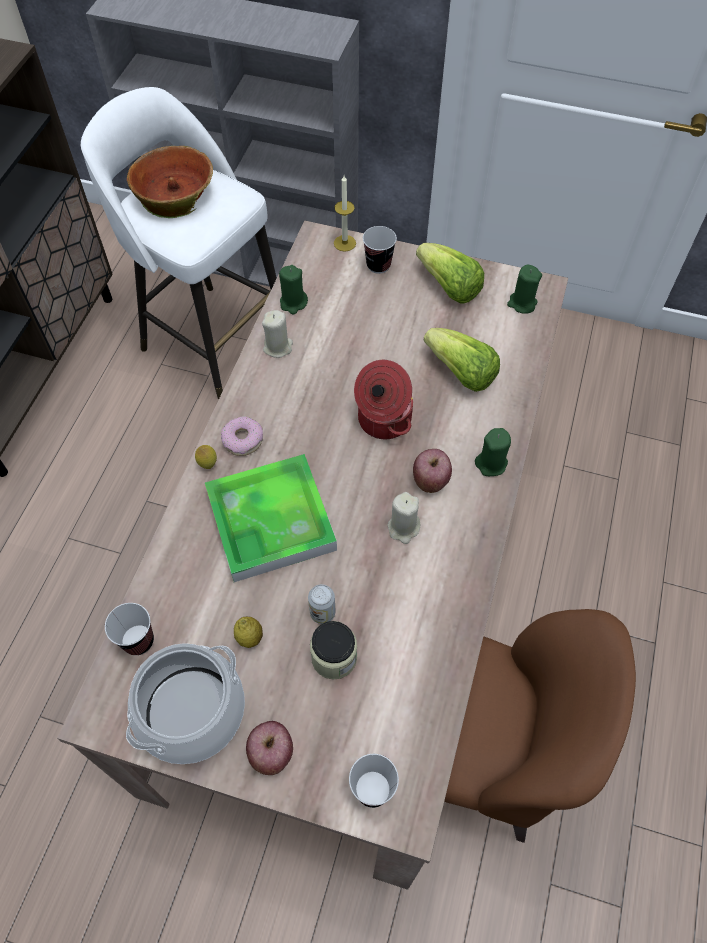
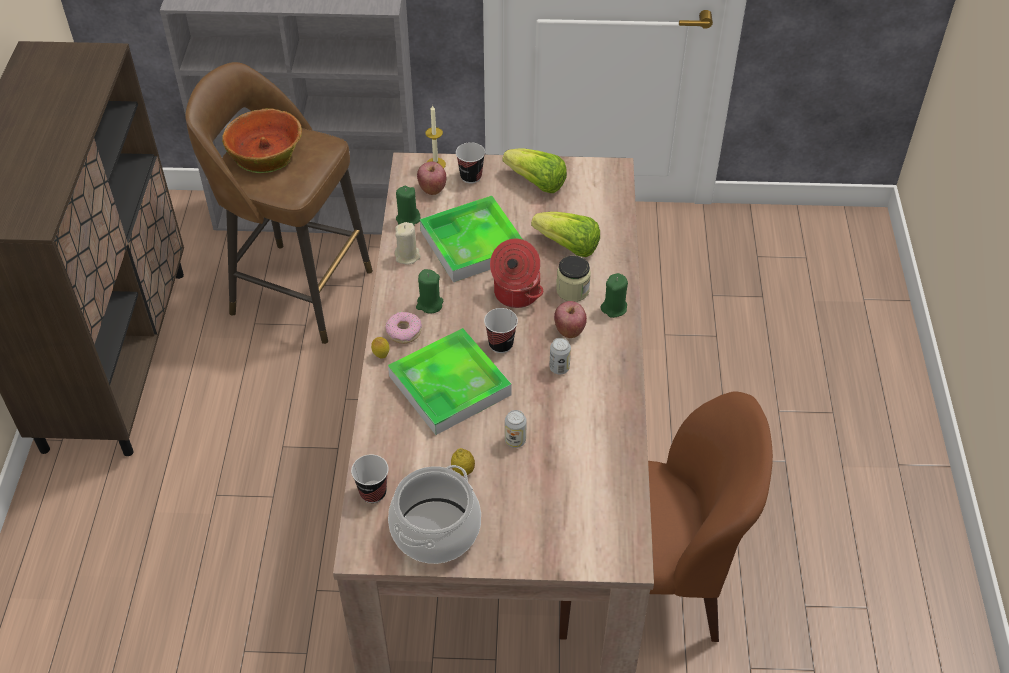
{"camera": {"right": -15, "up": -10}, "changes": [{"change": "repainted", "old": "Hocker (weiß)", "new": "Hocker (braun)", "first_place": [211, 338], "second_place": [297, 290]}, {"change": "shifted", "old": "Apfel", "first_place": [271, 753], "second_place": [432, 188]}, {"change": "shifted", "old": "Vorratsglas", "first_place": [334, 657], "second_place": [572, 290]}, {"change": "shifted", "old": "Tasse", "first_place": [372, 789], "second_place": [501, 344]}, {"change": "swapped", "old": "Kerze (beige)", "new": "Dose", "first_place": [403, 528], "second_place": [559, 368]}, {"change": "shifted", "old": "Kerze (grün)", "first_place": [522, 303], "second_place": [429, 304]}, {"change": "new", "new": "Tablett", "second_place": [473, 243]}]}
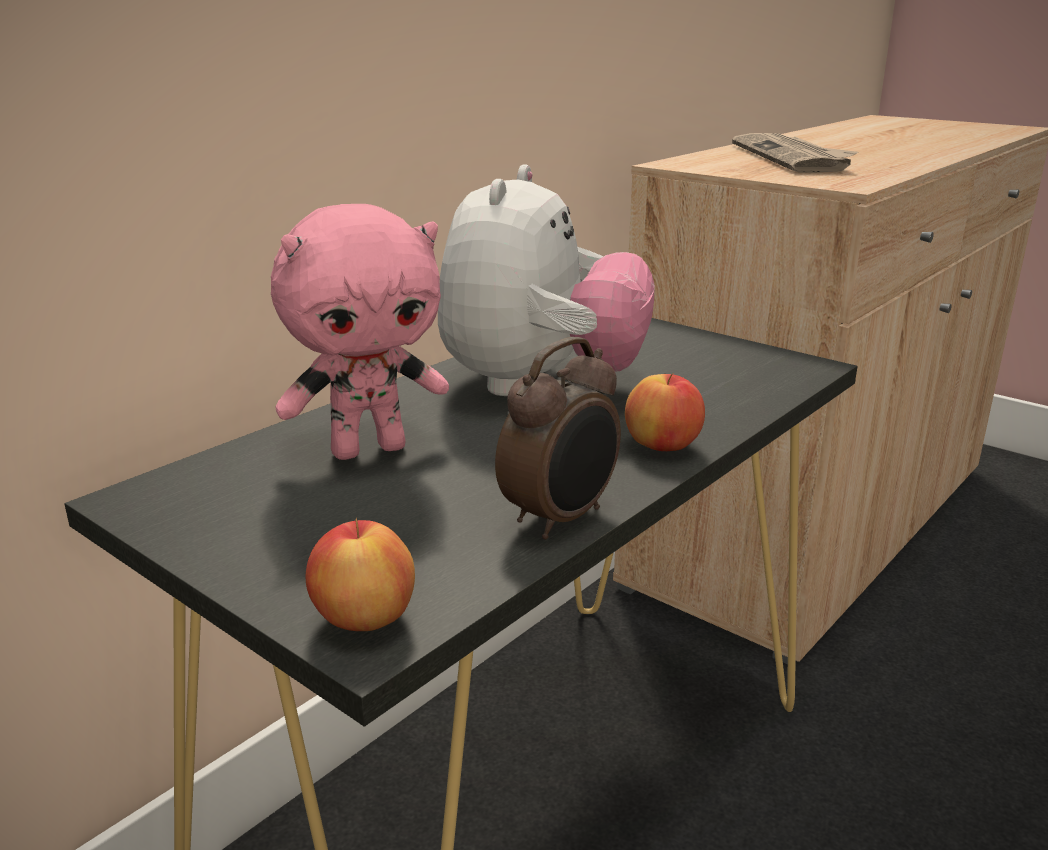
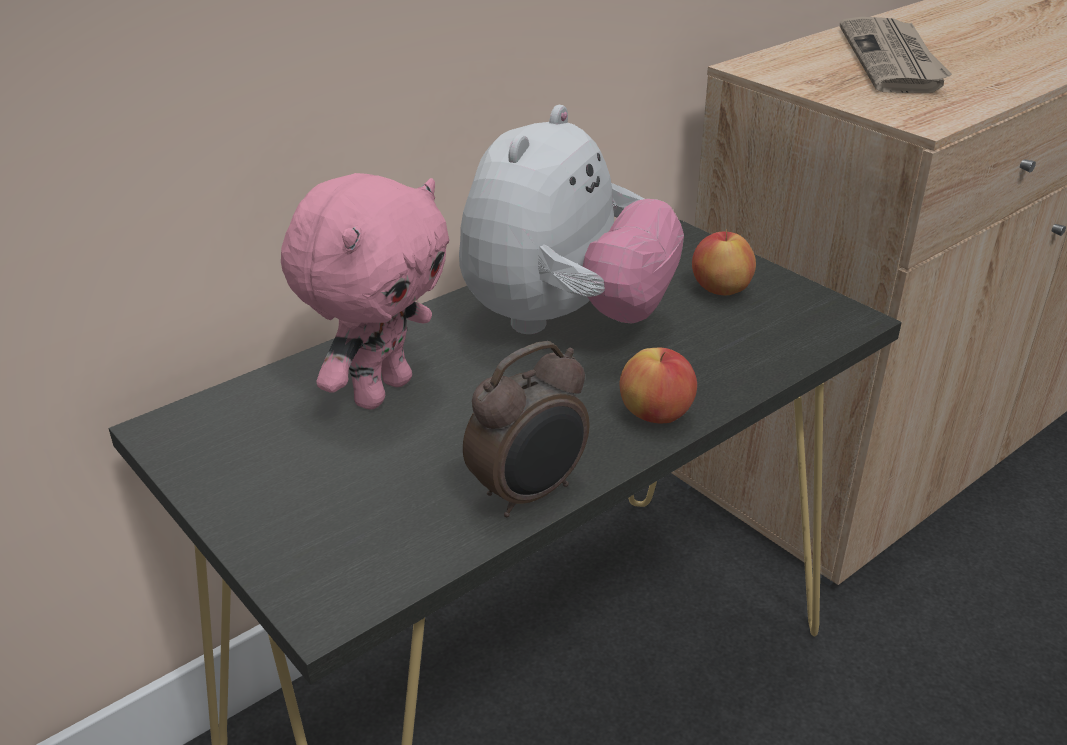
{"camera": {"right": 10, "up": 10}, "changes": [{"change": "rotated", "old": "Plüschtier (rosa)", "first_place": [369, 449], "second_place": [380, 391], "degrees": -45}, {"change": "shifted", "old": "Apfel", "first_place": [364, 618], "second_place": [720, 289]}]}
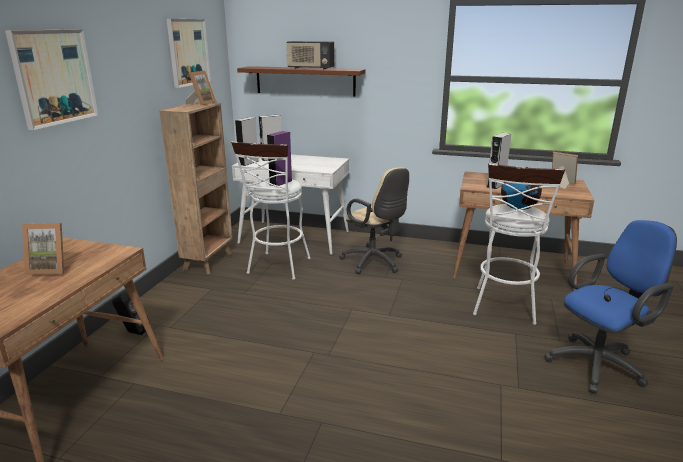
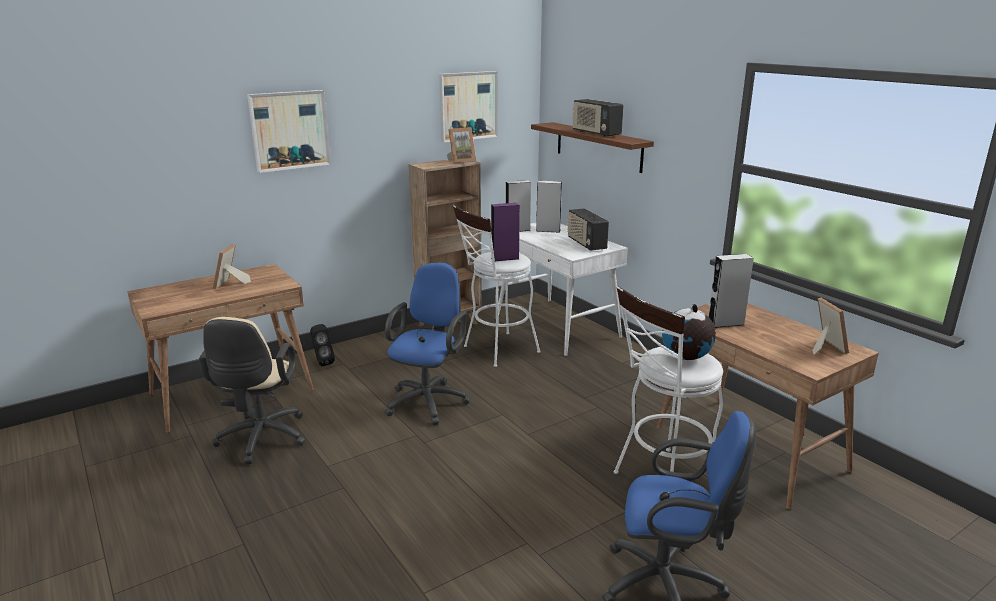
{"camera": {"right": 40, "up": 0}, "changes": [{"change": "rotated", "old": "Bilderrahmen", "first_place": [50, 268], "second_place": [231, 284], "degrees": 60}, {"change": "shifted", "old": "Bürostuhl (beige)", "first_place": [375, 263], "second_place": [261, 440]}, {"change": "new", "new": "Bürostuhl (blau)", "second_place": [429, 400]}, {"change": "new", "new": "Radio", "second_place": [586, 244]}]}
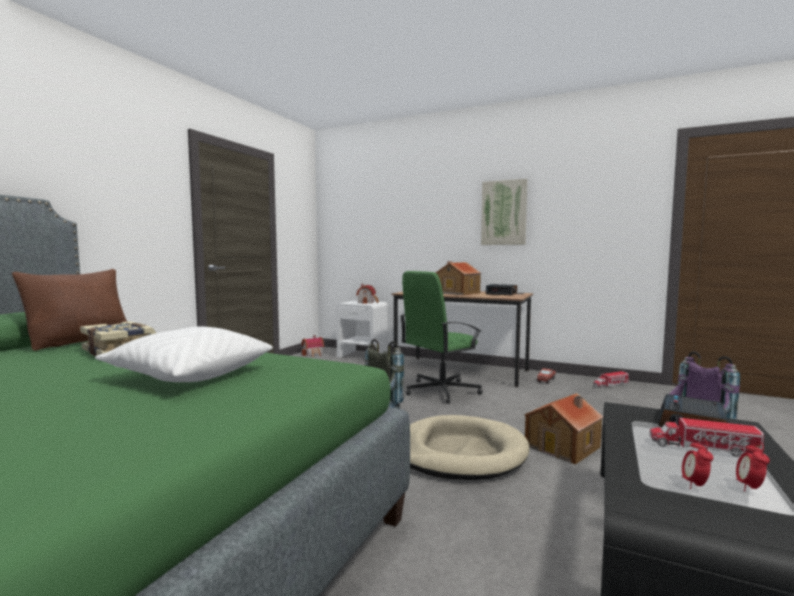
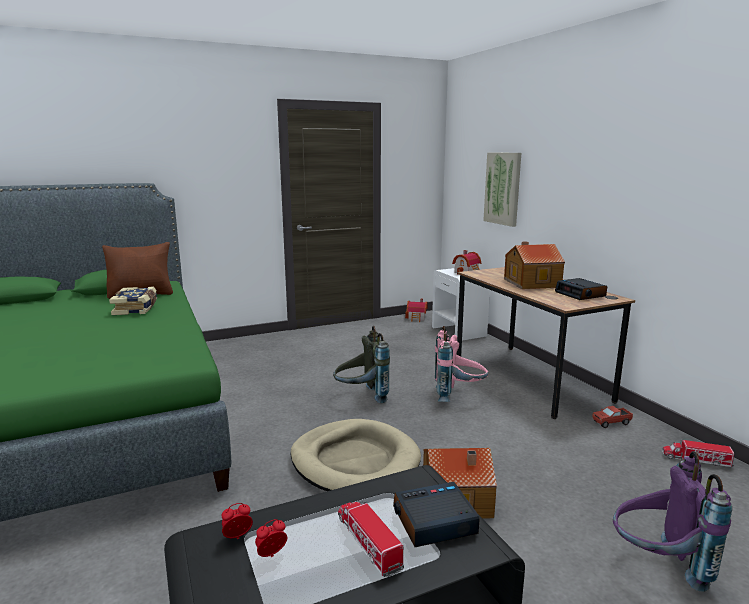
{"camera": {"right": 40, "up": 10}, "changes": [{"change": "gone", "old": "Kissen (weiß)", "first_place": [189, 375]}, {"change": "swapped", "old": "Bürostuhl (grün)", "new": "Rucksack (rosa)", "first_place": [440, 391], "second_place": [458, 395]}, {"change": "shifted", "old": "Bild", "first_place": [504, 213], "second_place": [503, 188]}, {"change": "shifted", "old": "Wecker", "first_place": [749, 487], "second_place": [237, 537]}]}
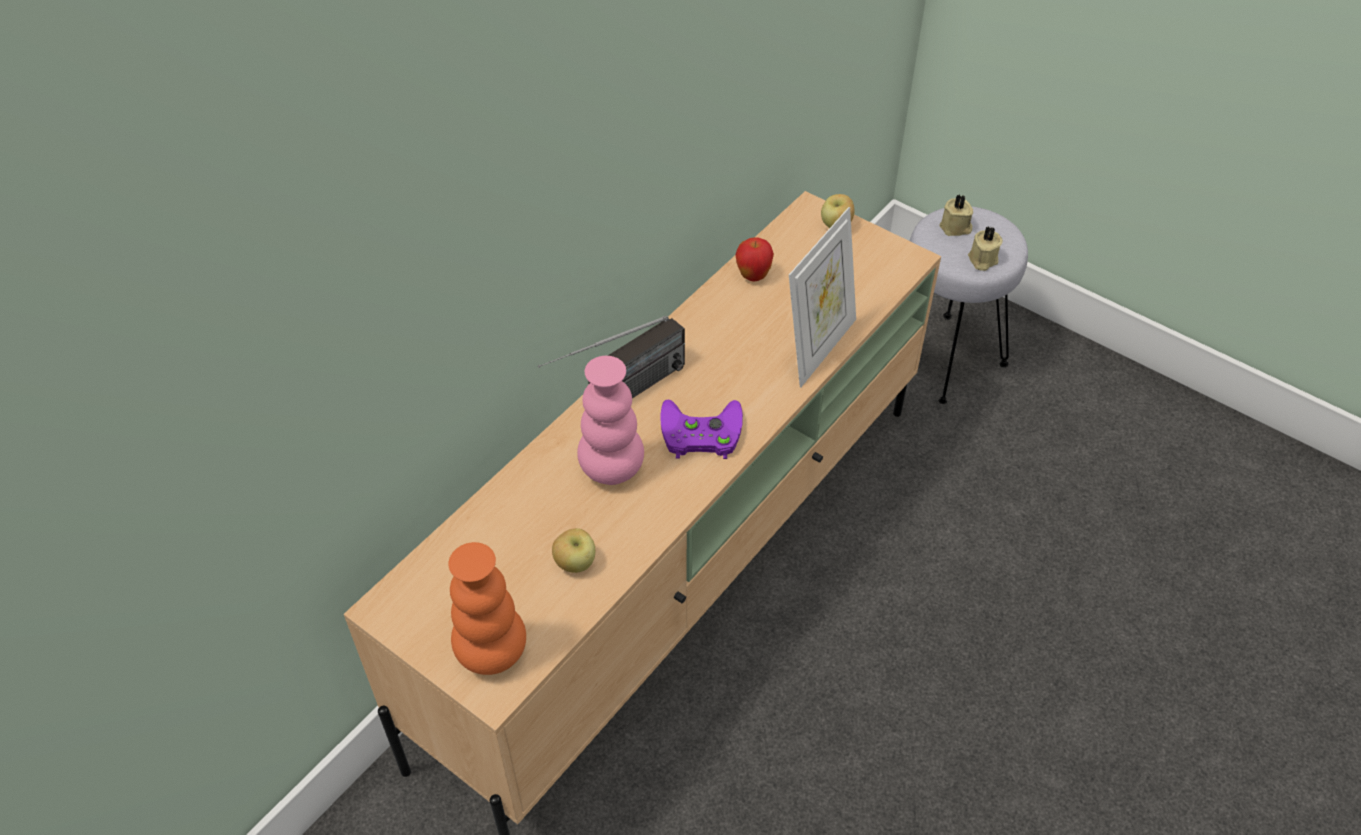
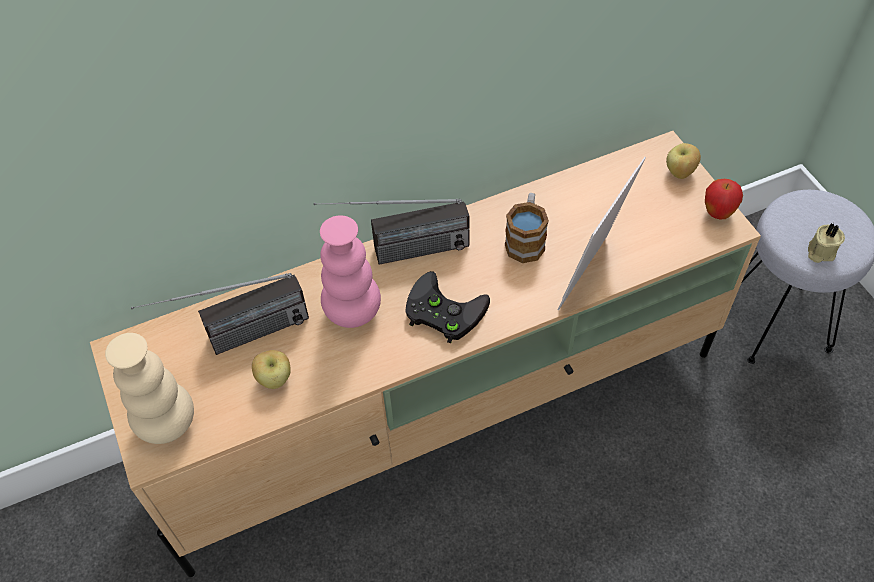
{"camera": {"right": 30, "up": 5}, "changes": [{"change": "repainted", "old": "Vase (orange)", "new": "Vase (beige)", "first_place": [492, 653], "second_place": [167, 424]}, {"change": "repainted", "old": "Gamepad (lila)", "new": "Gamepad (schwarz)", "first_place": [698, 434], "second_place": [441, 311]}, {"change": "shifted", "old": "Apfel", "first_place": [753, 276], "second_place": [717, 213]}, {"change": "rotated", "old": "Bilderrahmen", "first_place": [818, 348], "second_place": [592, 277], "degrees": 150}, {"change": "gone", "old": "Kerze (beige)", "first_place": [956, 228]}, {"change": "new", "new": "Radio", "second_place": [234, 339]}, {"change": "new", "new": "Henkelbecher", "second_place": [526, 239]}]}
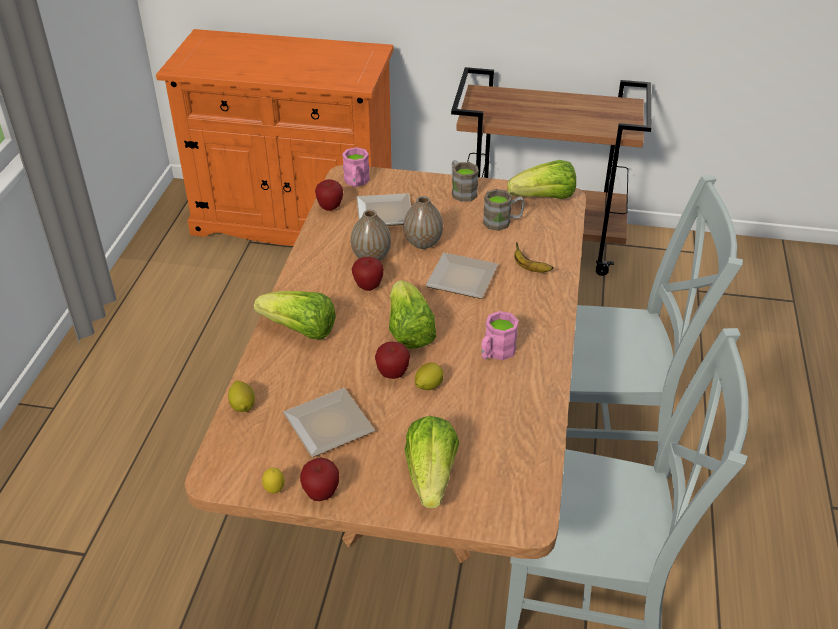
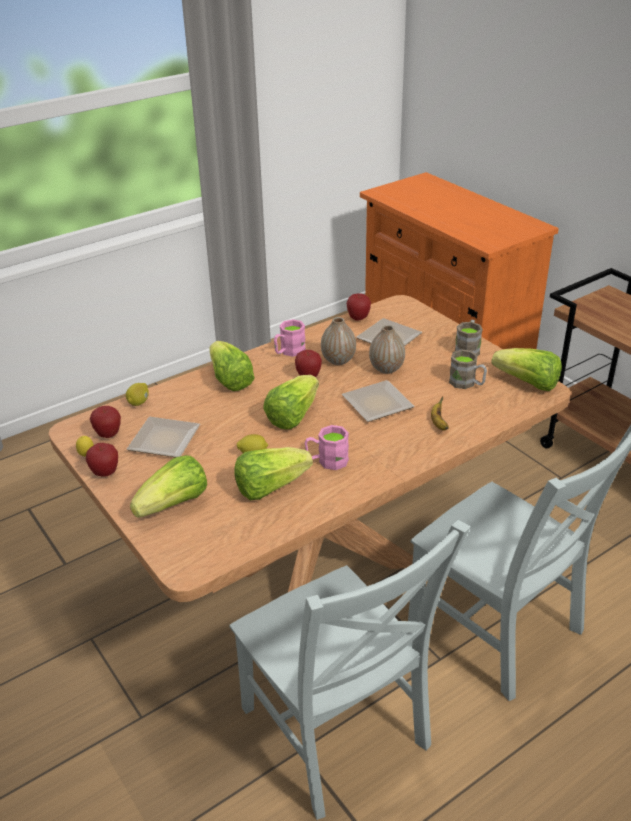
{"camera": {"right": 45, "up": -5}, "changes": [{"change": "shifted", "old": "Henkelbecher (rosa)", "first_place": [356, 182], "second_place": [289, 352]}, {"change": "shifted", "old": "Apfel", "first_place": [392, 374], "second_place": [108, 435]}, {"change": "new", "new": "Salatkopf", "second_place": [270, 487]}]}
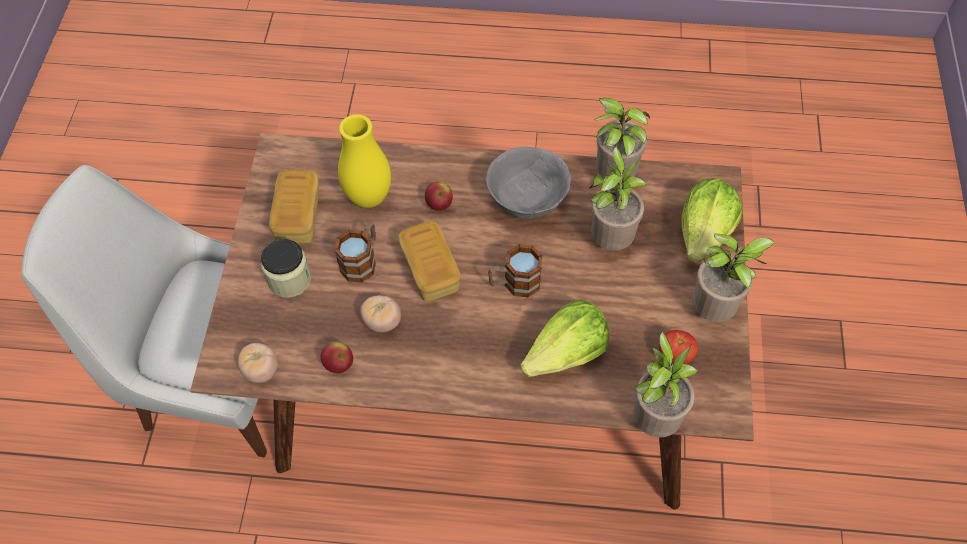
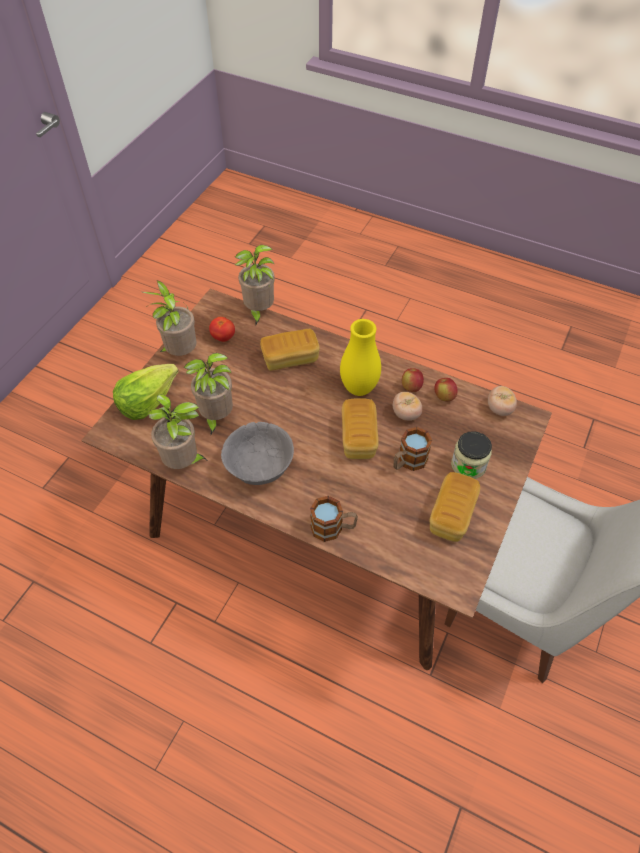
{"camera": {"right": -160, "up": -5}, "changes": [{"change": "shifted", "old": "Vase (gelb)", "first_place": [368, 197], "second_place": [359, 388]}, {"change": "shifted", "old": "Apfel", "first_place": [439, 204], "second_place": [411, 387]}, {"change": "shifted", "old": "Henkelbecher", "first_place": [514, 283], "second_place": [333, 528]}, {"change": "swapped", "old": "Salatkopf", "new": "Brot", "first_place": [566, 353], "second_place": [290, 358]}]}
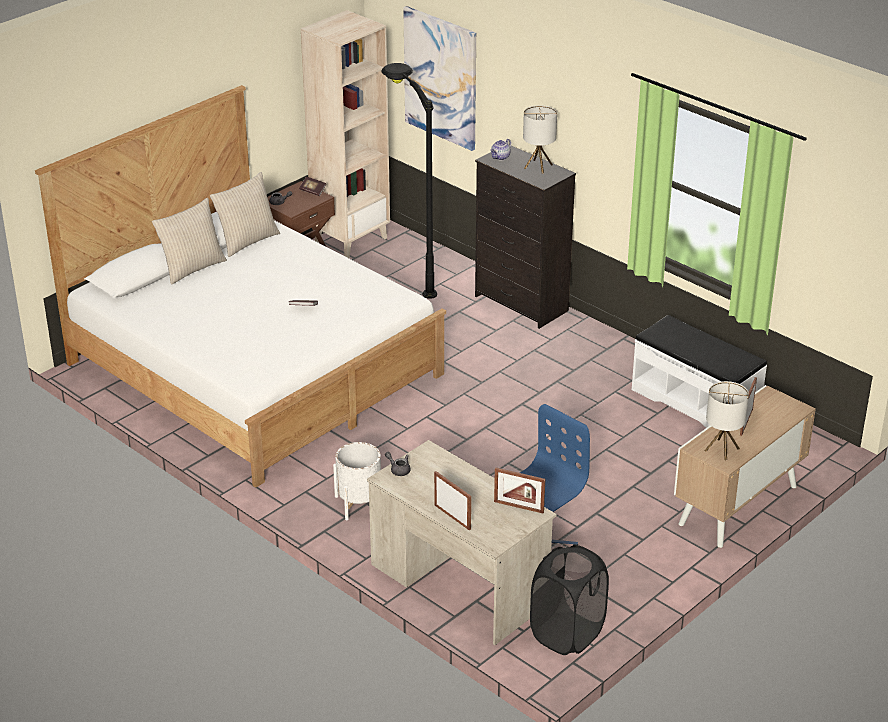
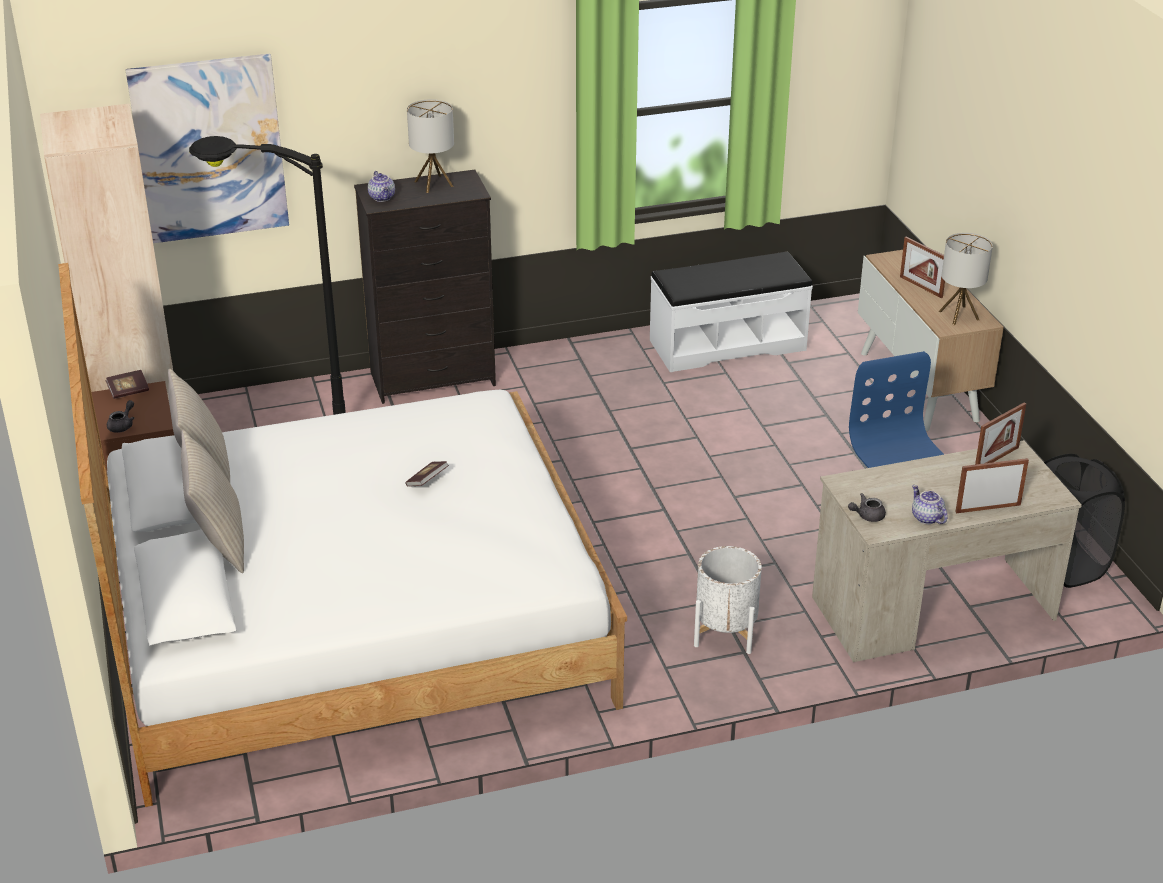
{"camera": {"right": -60, "up": 0}, "changes": [{"change": "new", "new": "Teekanne", "second_place": [926, 518]}]}
